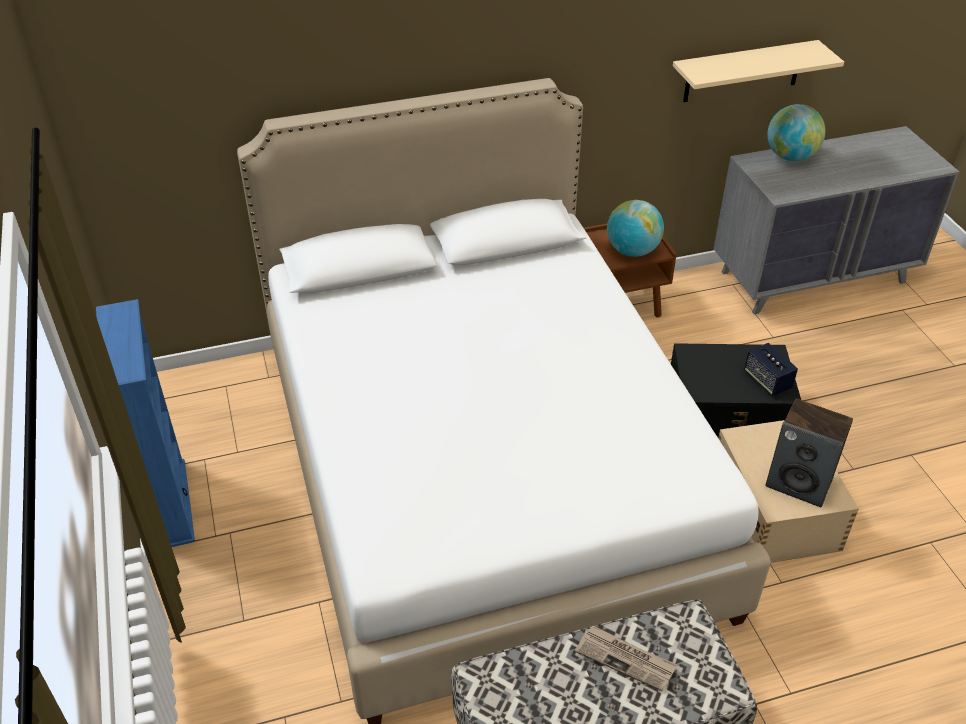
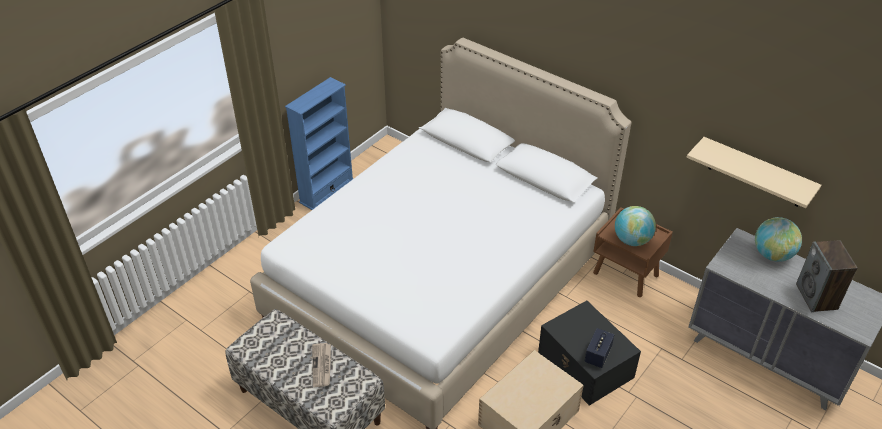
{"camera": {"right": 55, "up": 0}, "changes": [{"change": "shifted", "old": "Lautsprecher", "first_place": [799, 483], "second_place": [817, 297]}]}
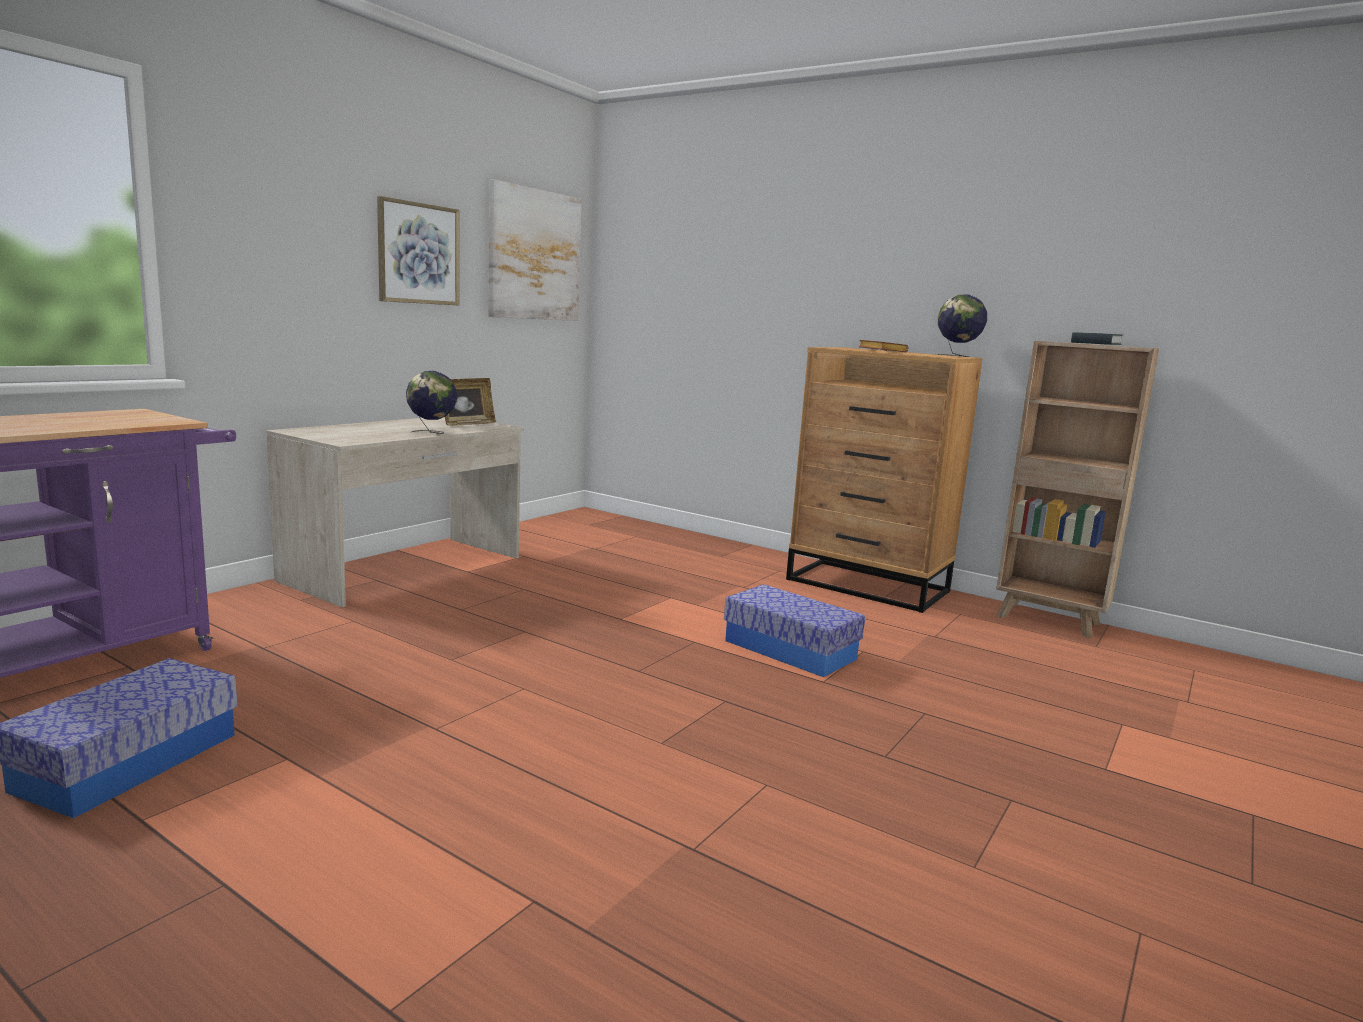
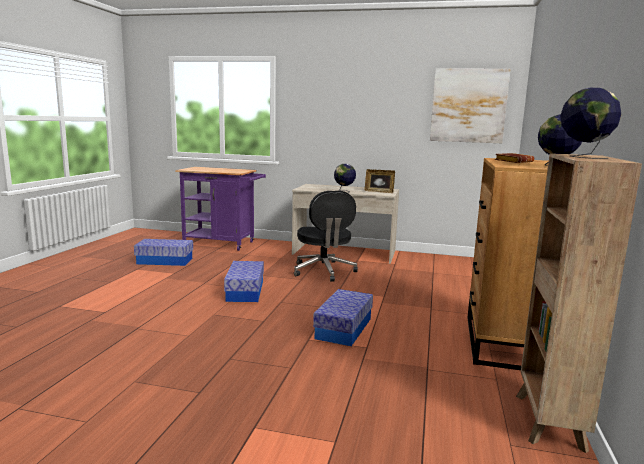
{"camera": {"right": 70, "up": 0}, "changes": [{"change": "gone", "old": "Bild", "first_place": [418, 253]}, {"change": "swapped", "old": "Buch", "new": "Globus", "first_place": [1096, 344], "second_place": [583, 157]}, {"change": "new", "new": "Aufbewahrungsbox", "second_place": [245, 291]}, {"change": "new", "new": "Bürostuhl (schwarz)", "second_place": [324, 271]}]}
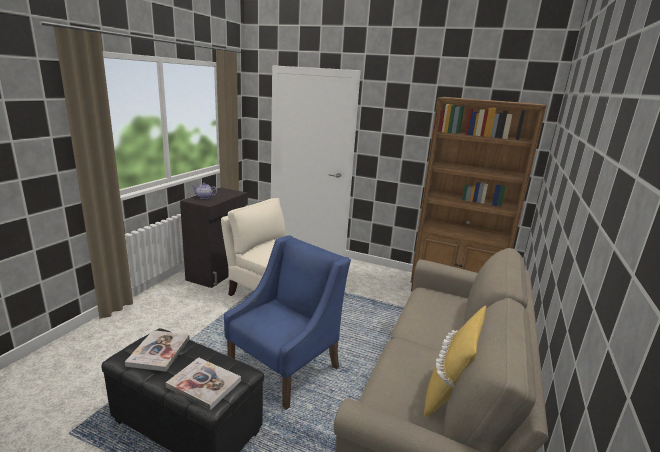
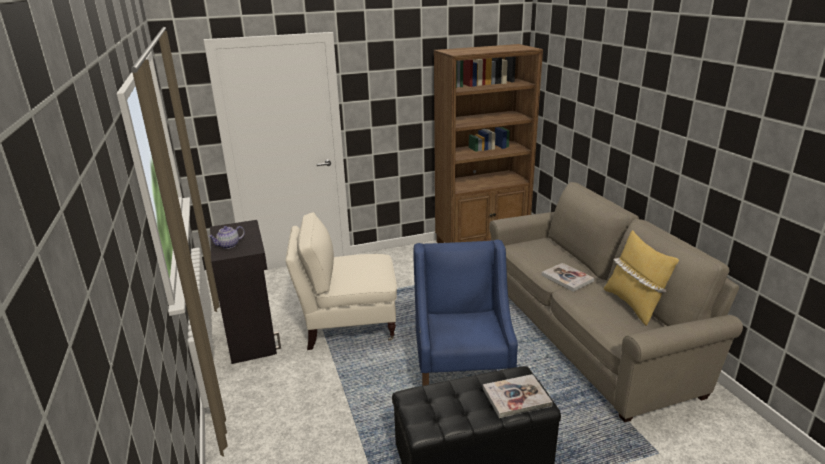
{"camera": {"right": -40, "up": 5}, "changes": [{"change": "shifted", "old": "Buch", "first_place": [159, 351], "second_place": [567, 278]}]}
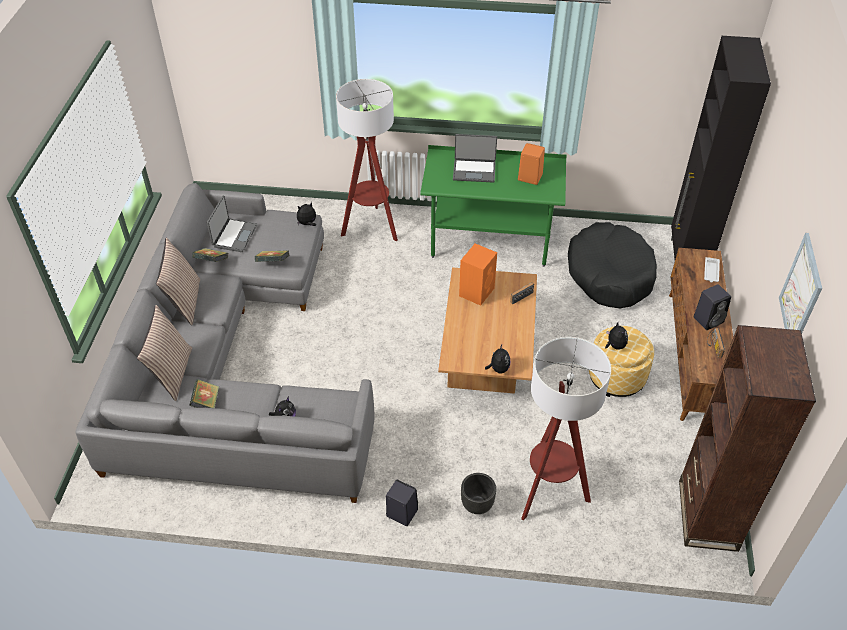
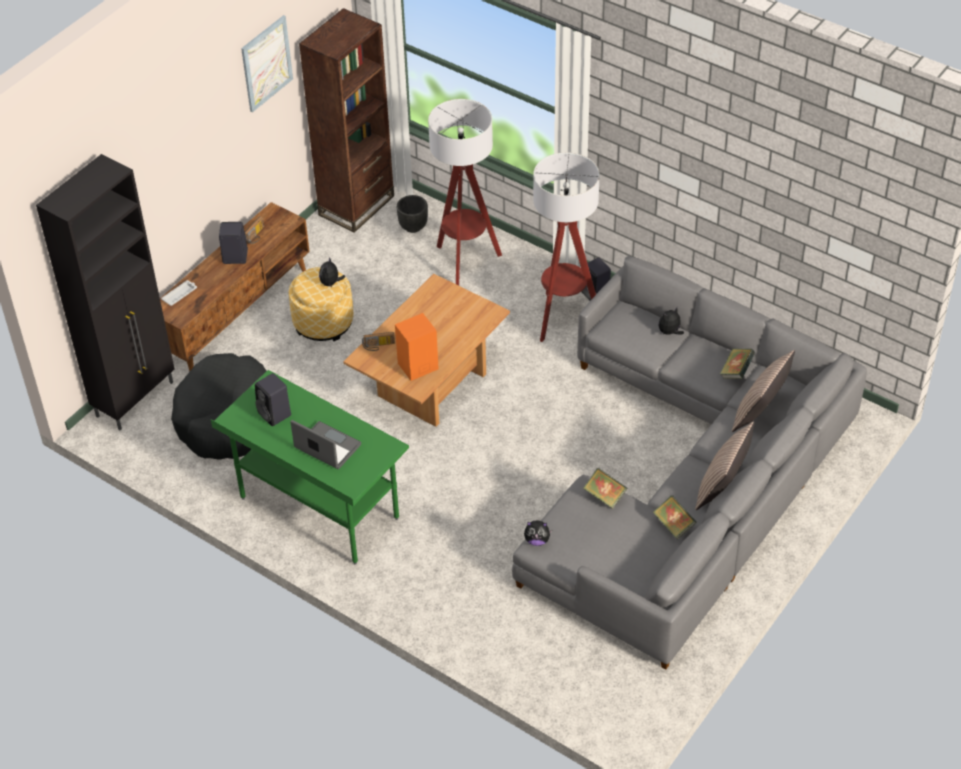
{"camera": {"right": -150, "up": 0}, "changes": [{"change": "gone", "old": "Laptop", "first_place": [234, 236]}, {"change": "shifted", "old": "Stehlampe", "first_place": [371, 227], "second_place": [563, 318]}, {"change": "shifted", "old": "Pflanzkübel (schwarz)", "first_place": [476, 505], "second_place": [413, 227]}, {"change": "gone", "old": "Plüschtier", "first_place": [498, 369]}, {"change": "repainted", "old": "Lautsprecher (orange)", "new": "Lautsprecher (schwarz)", "first_place": [529, 177], "second_place": [275, 414]}]}
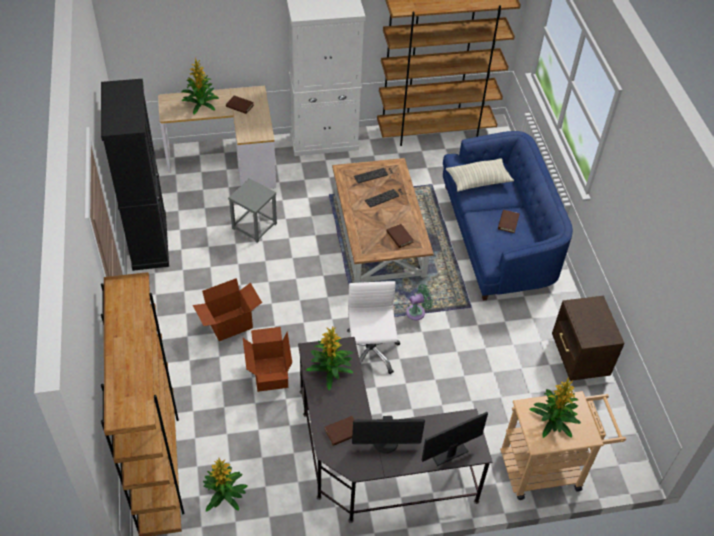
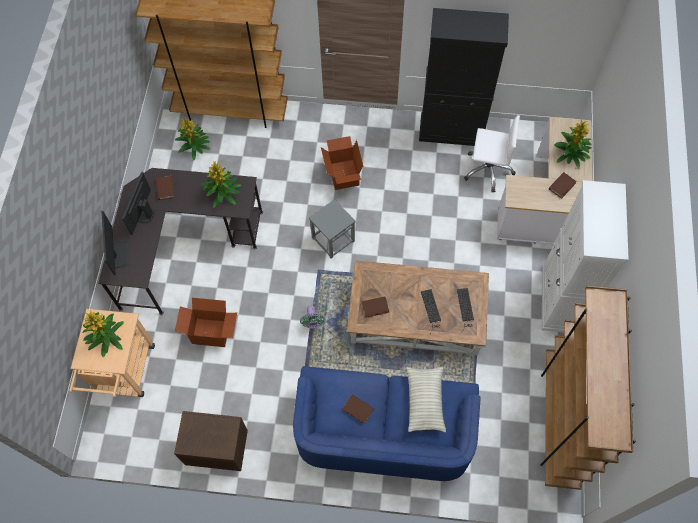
{"camera": {"right": 110, "up": 15}, "changes": [{"change": "shifted", "old": "Hocker (grau)", "first_place": [254, 226], "second_place": [333, 239]}, {"change": "shifted", "old": "Karton", "first_place": [269, 374], "second_place": [211, 332]}, {"change": "shifted", "old": "Bürostuhl (weiß)", "first_place": [369, 353], "second_place": [488, 169]}]}
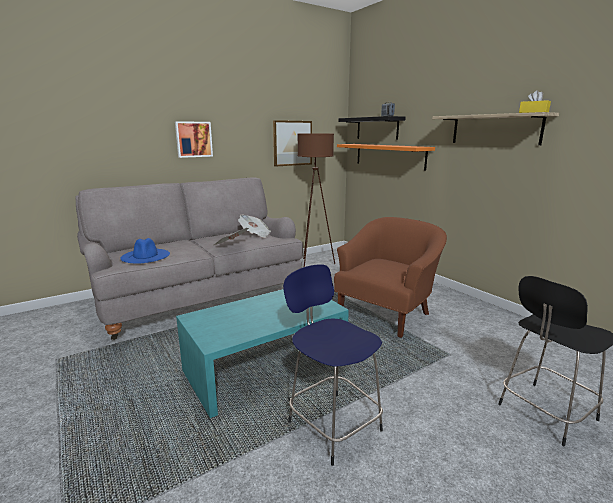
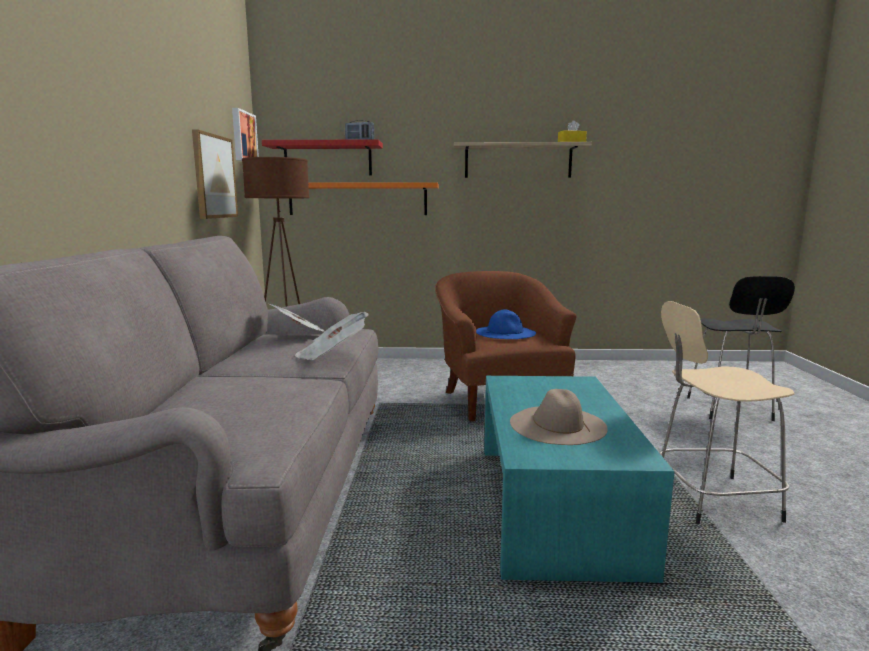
{"camera": {"right": -55, "up": -5}, "changes": [{"change": "shifted", "old": "Hut (blau)", "first_place": [145, 255], "second_place": [505, 332]}, {"change": "shifted", "old": "Bild", "first_place": [193, 139], "second_place": [243, 137]}, {"change": "repainted", "old": "Hocker (blau)", "new": "Hocker (beige)", "first_place": [332, 424], "second_place": [711, 499]}, {"change": "repainted", "old": "Wandregal (schwarz)", "new": "Wandregal (rot)", "first_place": [377, 128], "second_place": [328, 159]}, {"change": "new", "new": "Hut (beige)", "second_place": [557, 424]}]}
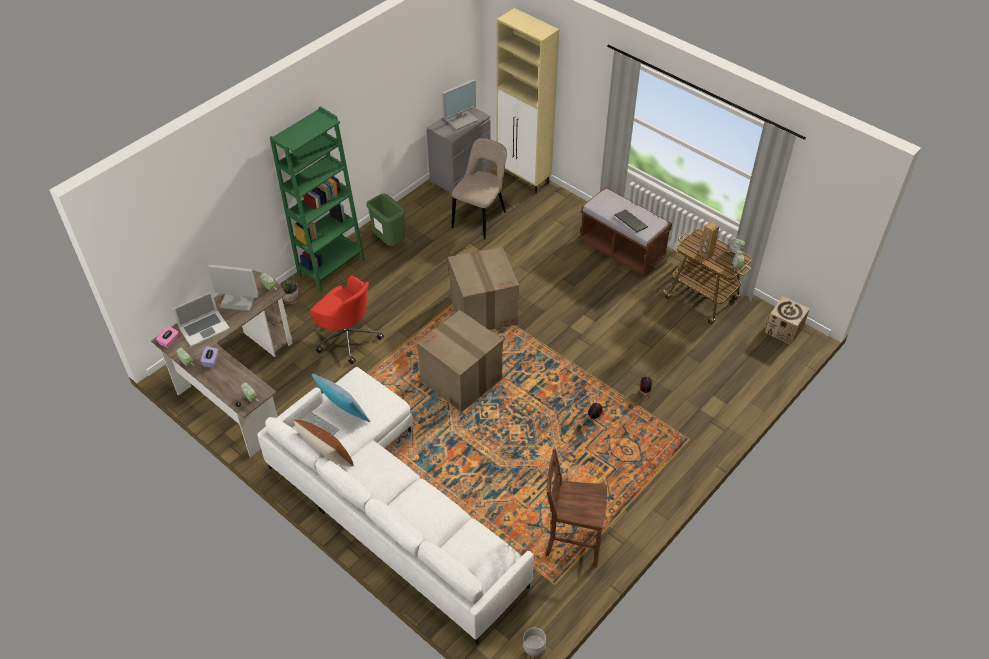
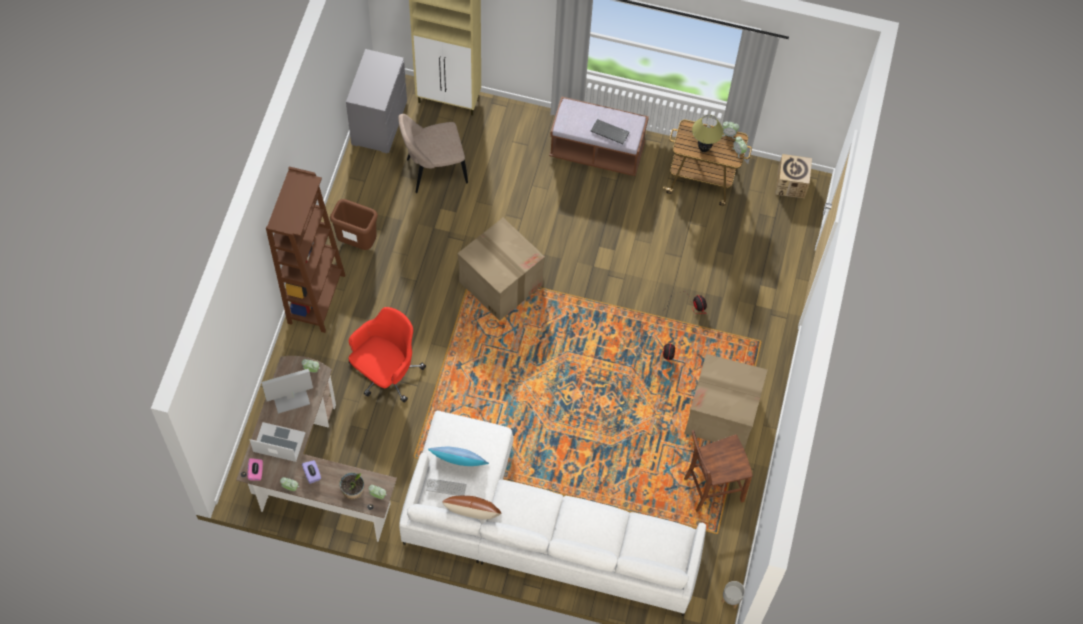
{"camera": {"right": -30, "up": 15}, "changes": [{"change": "rotated", "old": "Laptop", "first_place": [204, 328], "second_place": [279, 442], "degrees": -105}, {"change": "repainted", "old": "Bücherregal (grün)", "new": "Bücherregal (braun)", "first_place": [331, 267], "second_place": [316, 299]}, {"change": "shifted", "old": "Topfpflanze", "first_place": [291, 299], "second_place": [353, 491]}, {"change": "rotated", "old": "Bürostuhl (rot)", "first_place": [347, 337], "second_place": [386, 373], "degrees": -60}, {"change": "repainted", "old": "Mülleimer (grün)", "new": "Mülleimer (braun)", "first_place": [390, 242], "second_place": [357, 242]}, {"change": "shifted", "old": "Karton", "first_place": [461, 380], "second_place": [722, 415]}, {"change": "gone", "old": "Monitor", "first_place": [460, 119]}, {"change": "rotated", "old": "Stuhl (beige)", "first_place": [480, 218], "second_place": [433, 171], "degrees": -105}, {"change": "swapped", "old": "Lautsprecher (braun)", "new": "Tischlampe", "first_place": [705, 254], "second_place": [704, 148]}]}
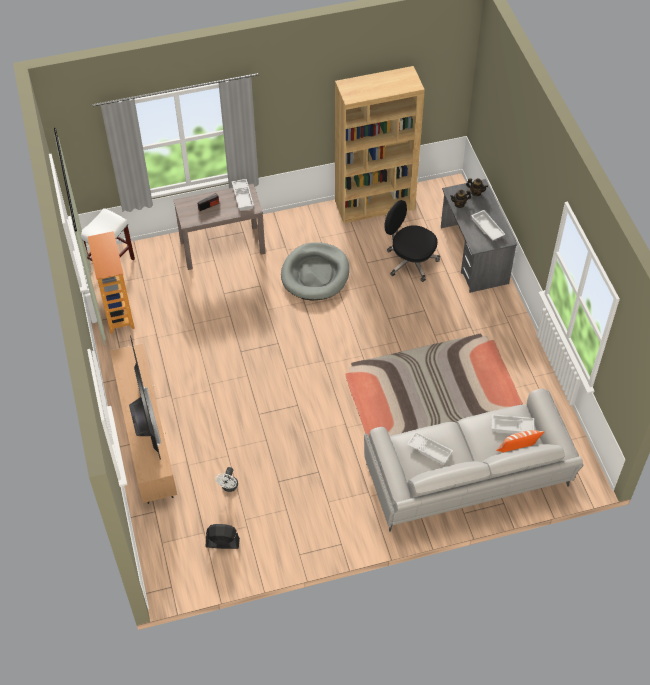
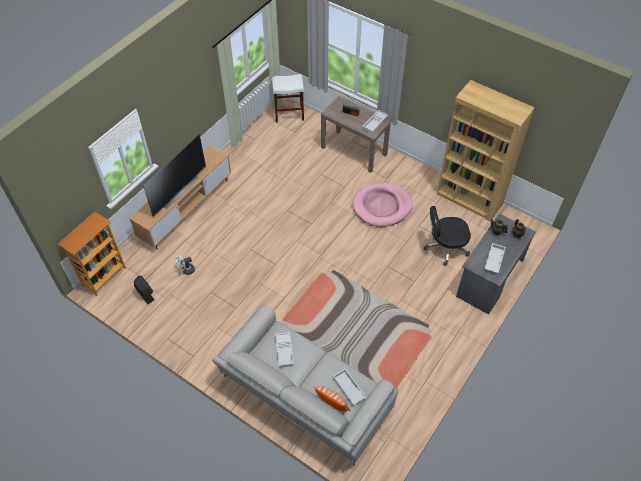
{"camera": {"right": 50, "up": 0}, "changes": [{"change": "shifted", "old": "Bücherregal", "first_place": [118, 312], "second_place": [104, 276]}, {"change": "repainted", "old": "Hundebett (grau)", "new": "Hundebett (rosa)", "first_place": [315, 274], "second_place": [382, 206]}, {"change": "rotated", "old": "Bürostuhl (schwarz)", "first_place": [410, 261], "second_place": [445, 247], "degrees": -90}]}
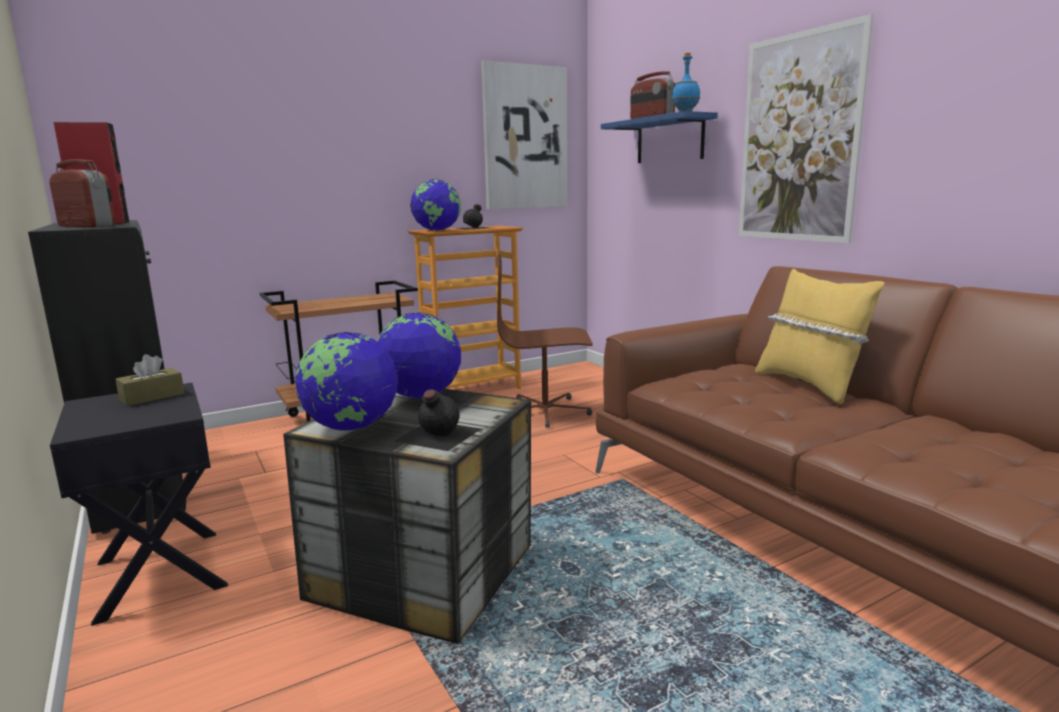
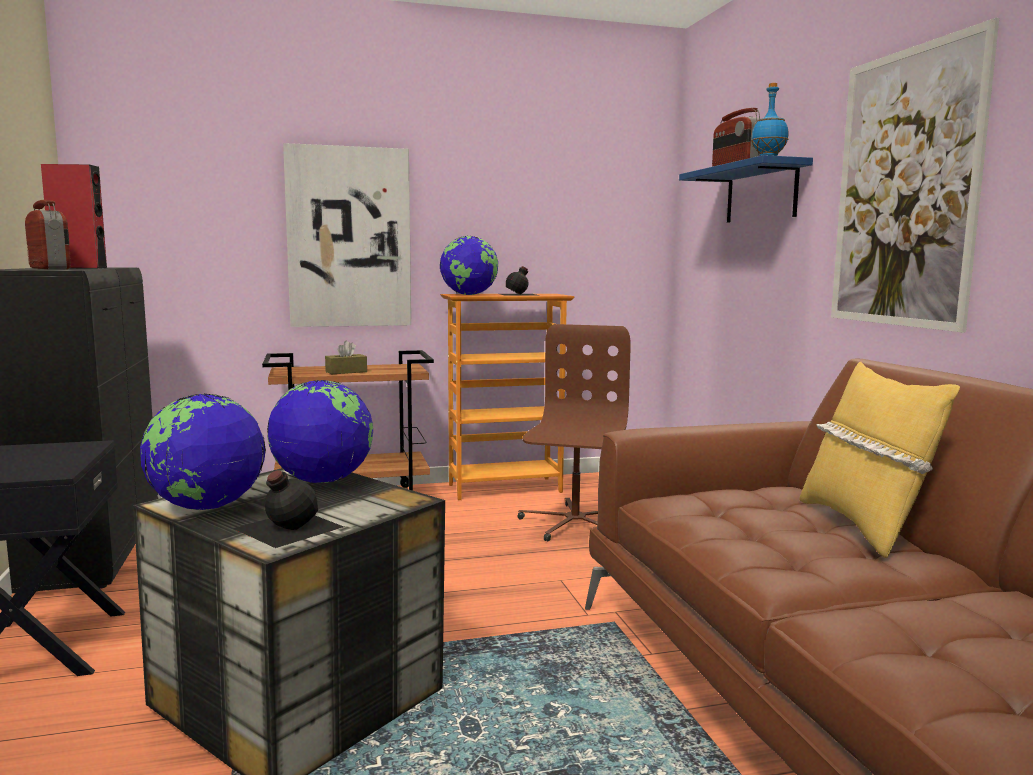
{"camera": {"right": 15, "up": -5}, "changes": [{"change": "shifted", "old": "Taschentuchbox (braun)", "first_place": [152, 397], "second_place": [346, 372]}, {"change": "shifted", "old": "Bild", "first_place": [525, 138], "second_place": [349, 237]}, {"change": "rotated", "old": "Bürostuhl (braun)", "first_place": [545, 412], "second_place": [574, 524], "degrees": 90}]}
